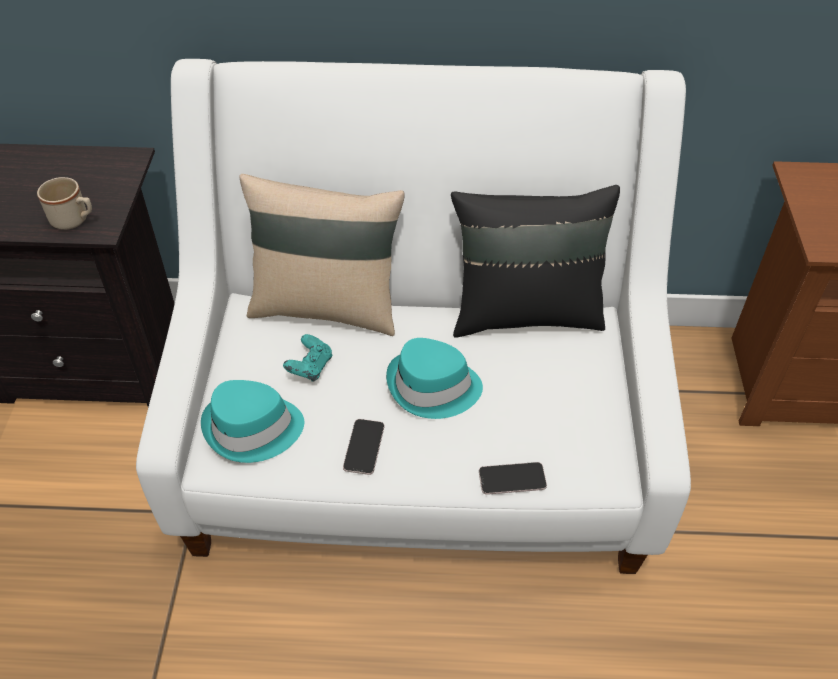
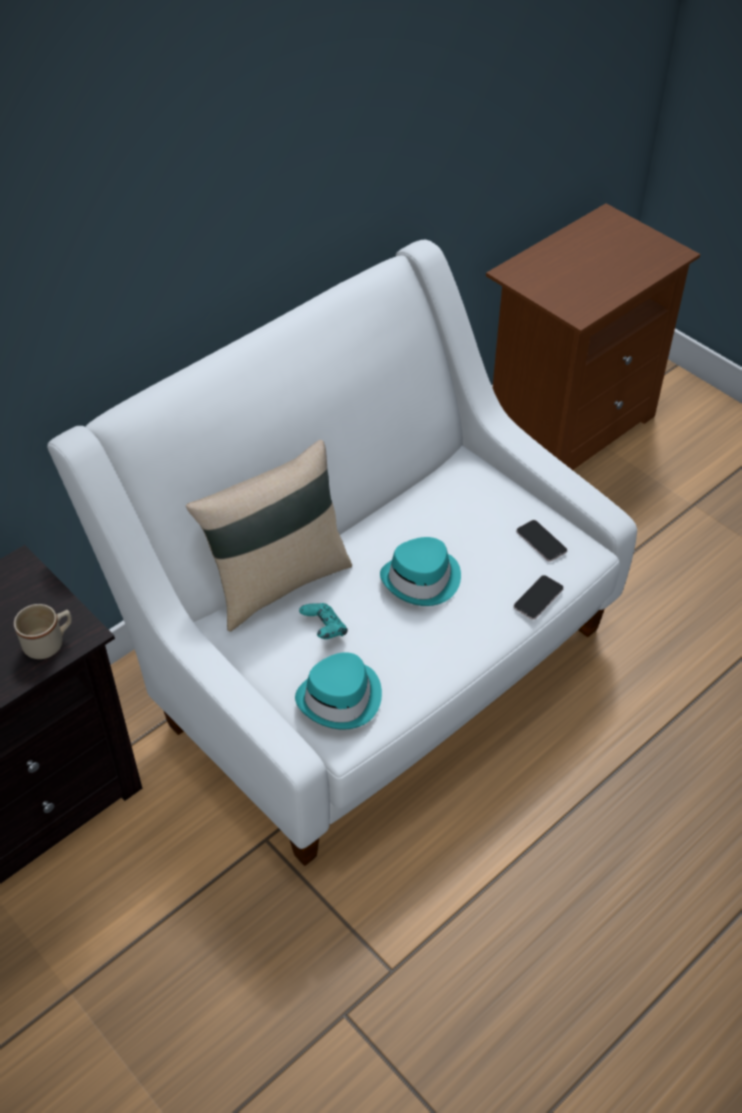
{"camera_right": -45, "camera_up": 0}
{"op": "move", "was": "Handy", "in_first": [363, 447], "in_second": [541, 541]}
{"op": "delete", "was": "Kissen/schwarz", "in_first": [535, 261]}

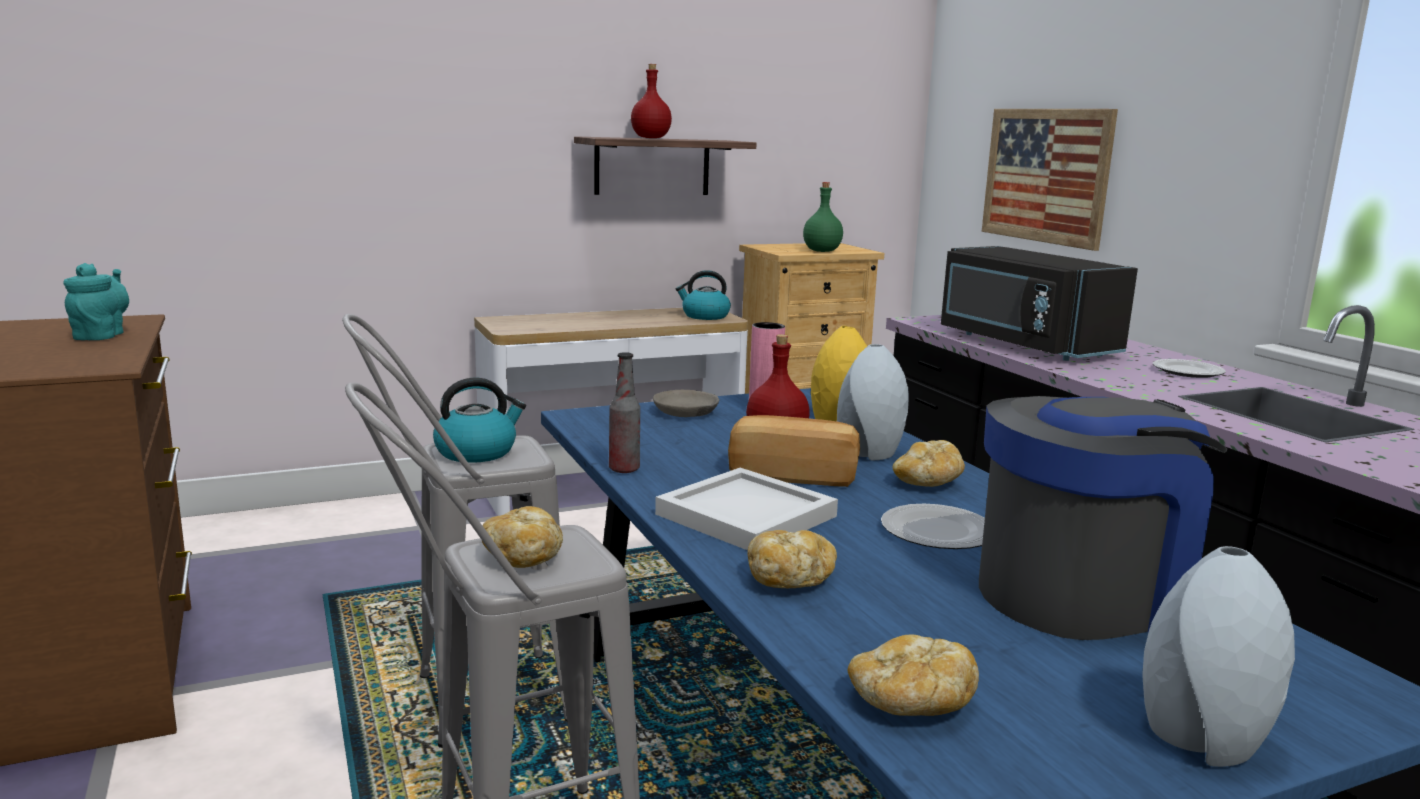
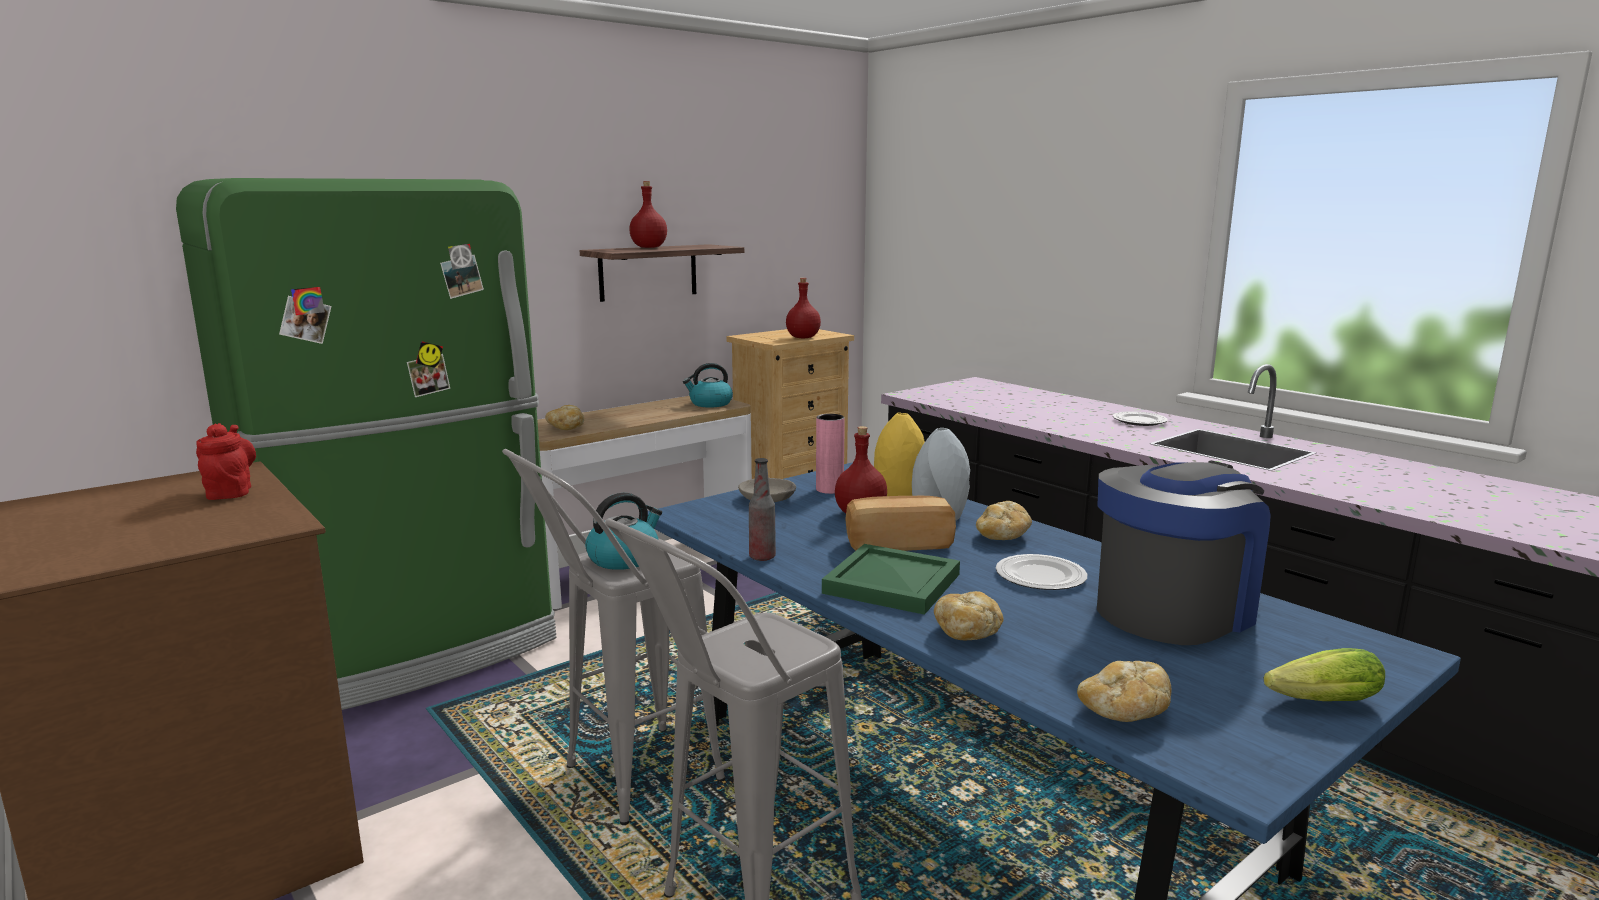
{"camera_right": -15, "camera_up": 0}
{"op": "recolor", "was": "Teekanne/türkis", "now": "Teekanne/rot", "in_first": [96, 301], "in_second": [226, 461]}
{"op": "move", "was": "Brot", "in_first": [522, 537], "in_second": [564, 417]}
{"op": "recolor", "was": "Tablett/weiß", "now": "Tablett/grün", "in_first": [746, 509], "in_second": [891, 579]}
{"op": "recolor", "was": "Flasche/grün", "now": "Flasche/rot", "in_first": [823, 217], "in_second": [803, 308]}
{"op": "delete", "was": "Mikrowelle/schwarz", "in_first": [1039, 303]}
{"op": "delete", "was": "Bild", "in_first": [1050, 180]}
{"op": "replace", "was": "Vase/grau", "now": "Salatkopf", "in_first": [1218, 656], "in_second": [1324, 674]}
{"op": "insert", "now": "Kühlschrank/grün", "in_second": [366, 444]}

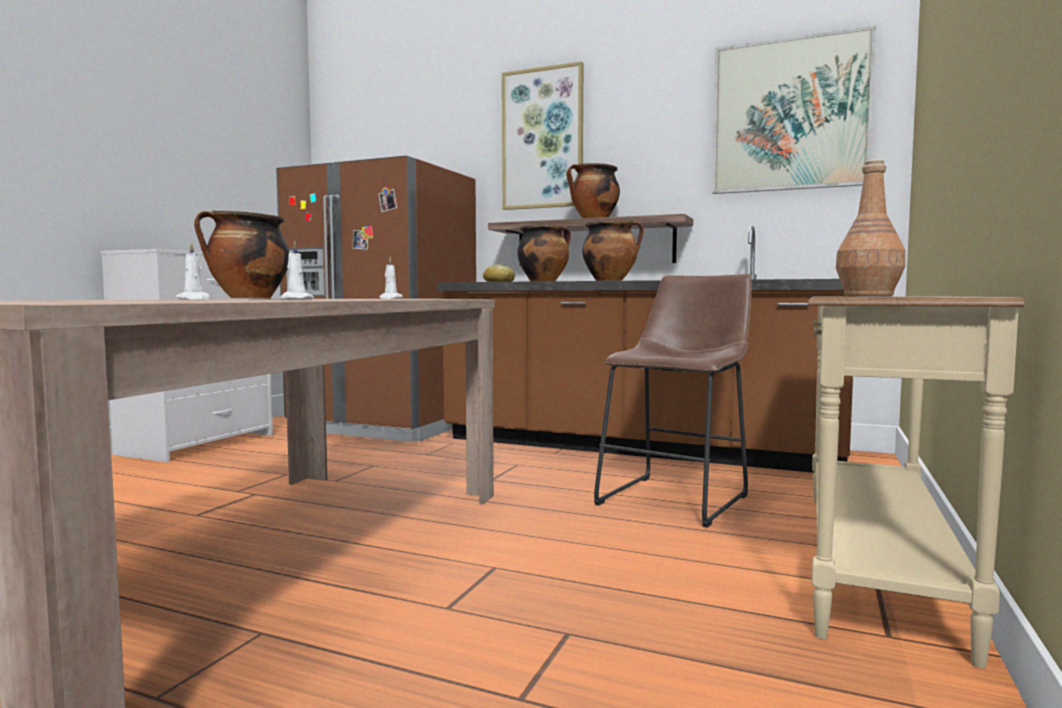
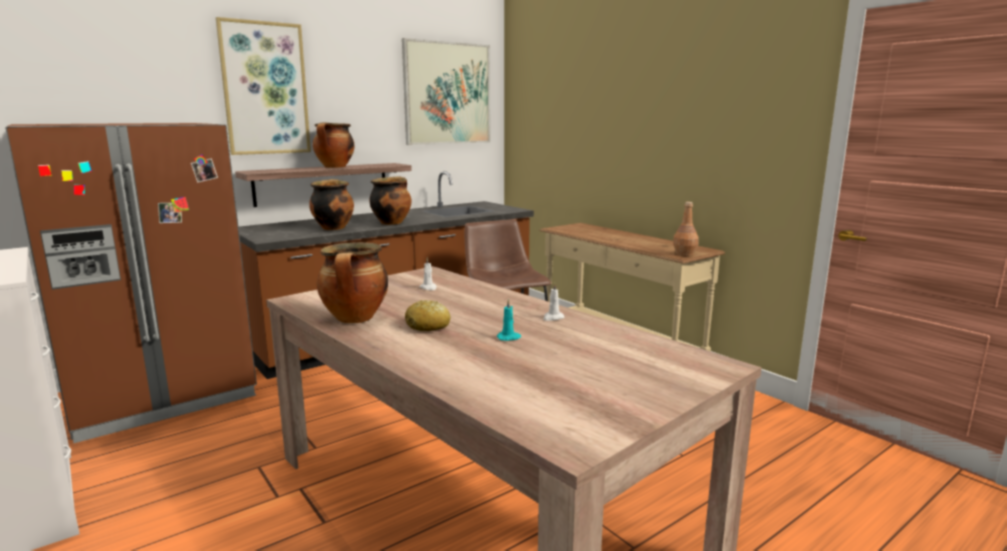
{"camera_right": -60, "camera_up": 10}
{"op": "recolor", "was": "Kerze/weiß", "now": "Kerze/türkis", "in_first": [193, 271], "in_second": [509, 320]}
{"op": "move", "was": "Brot", "in_first": [499, 273], "in_second": [427, 315]}

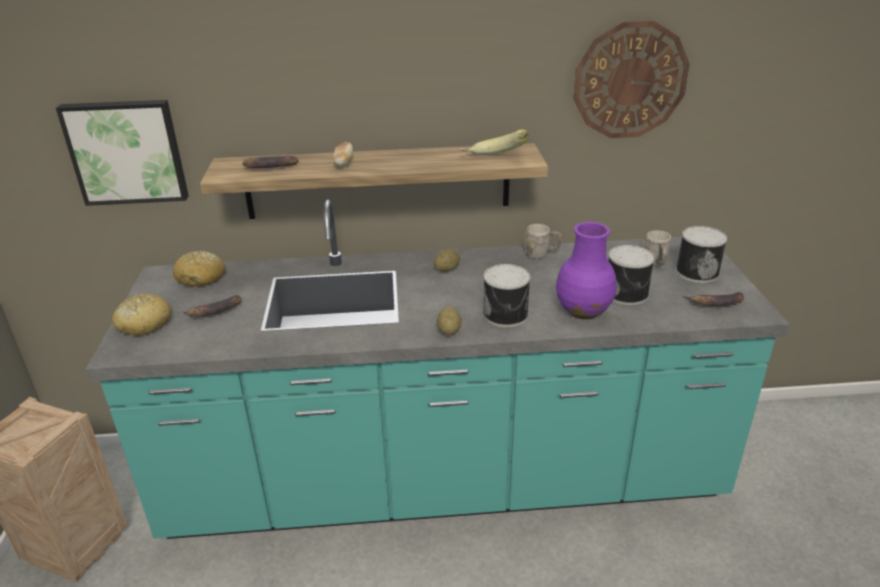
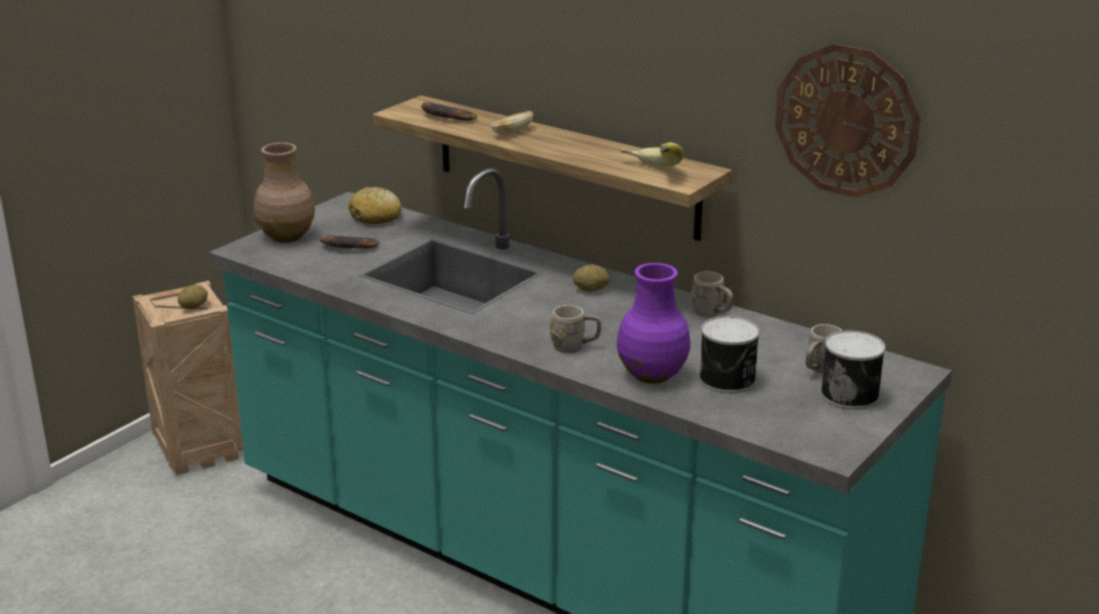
{"camera_right": 40, "camera_up": -5}
{"op": "delete", "was": "Bild", "in_first": [122, 153]}
{"op": "replace", "was": "Brot", "now": "Vase/braun", "in_first": [141, 315], "in_second": [284, 193]}
{"op": "move", "was": "Kartoffel", "in_first": [449, 321], "in_second": [193, 296]}
{"op": "replace", "was": "Dose", "now": "Henkelbecher/grau", "in_first": [507, 295], "in_second": [575, 329]}
{"op": "delete", "was": "Banane", "in_first": [713, 299]}

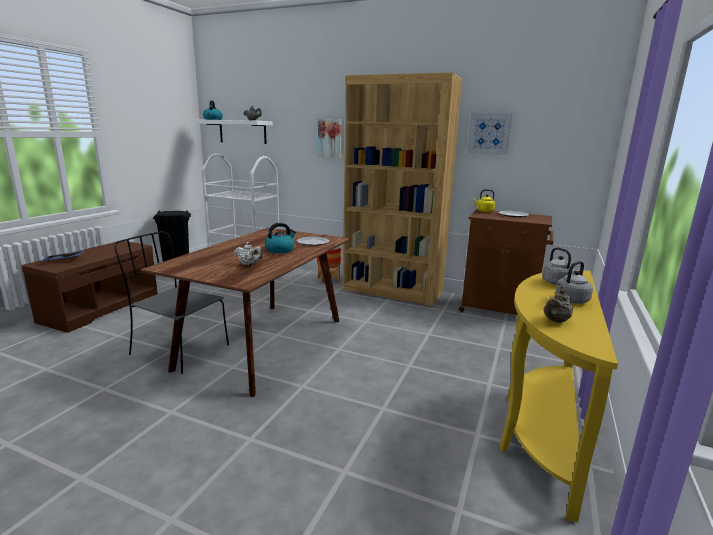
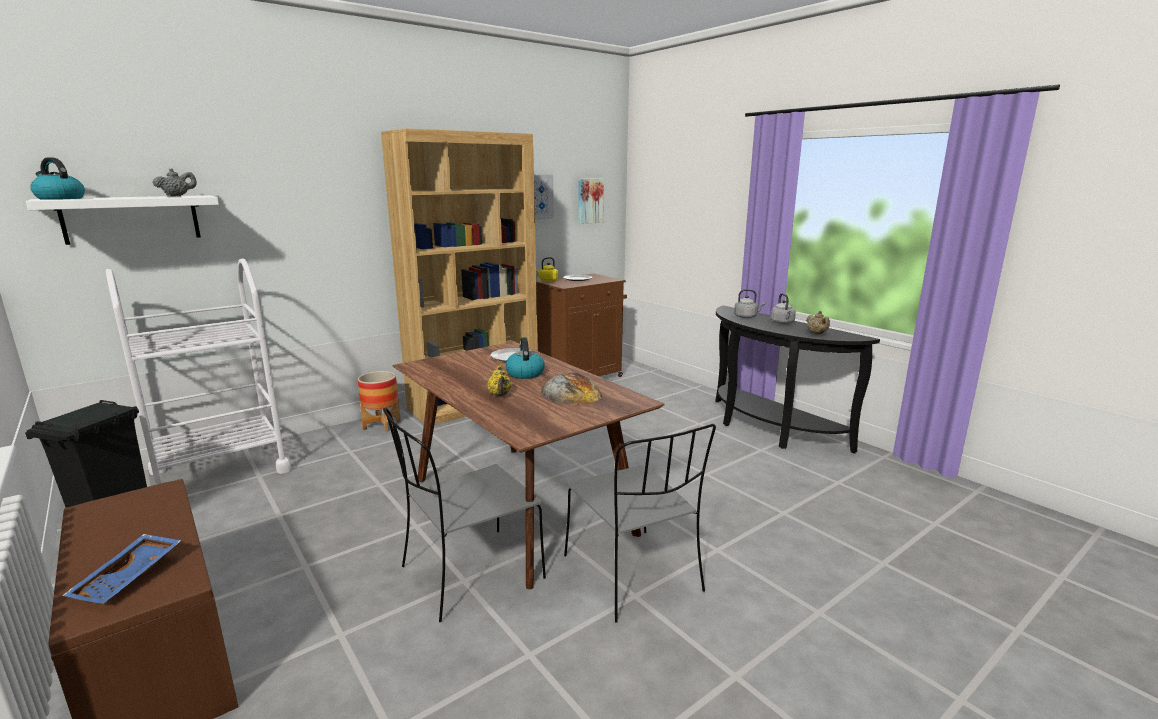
{"camera_right": -60, "camera_up": 0}
{"op": "replace", "was": "Teekanne/weiß", "now": "Brot", "in_first": [248, 253], "in_second": [571, 388]}
{"op": "move", "was": "Bild", "in_first": [329, 138], "in_second": [591, 201]}
{"op": "recolor", "was": "Konsolentisch/gelb", "now": "Konsolentisch/schwarz", "in_first": [558, 396], "in_second": [797, 379]}
{"op": "insert", "now": "Teekanne/gelb", "in_second": [499, 381]}
{"op": "insert", "now": "Stuhl/grau", "in_second": [640, 523]}

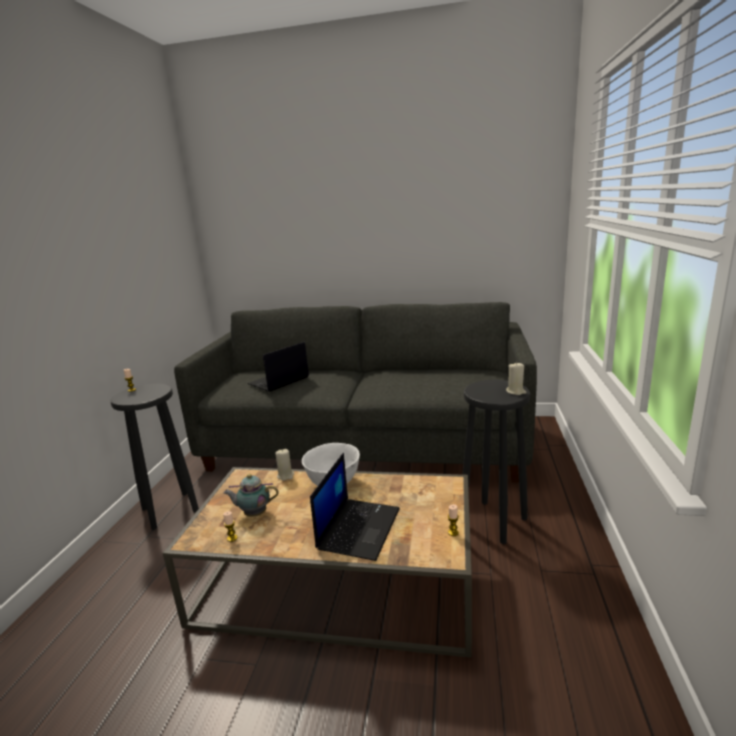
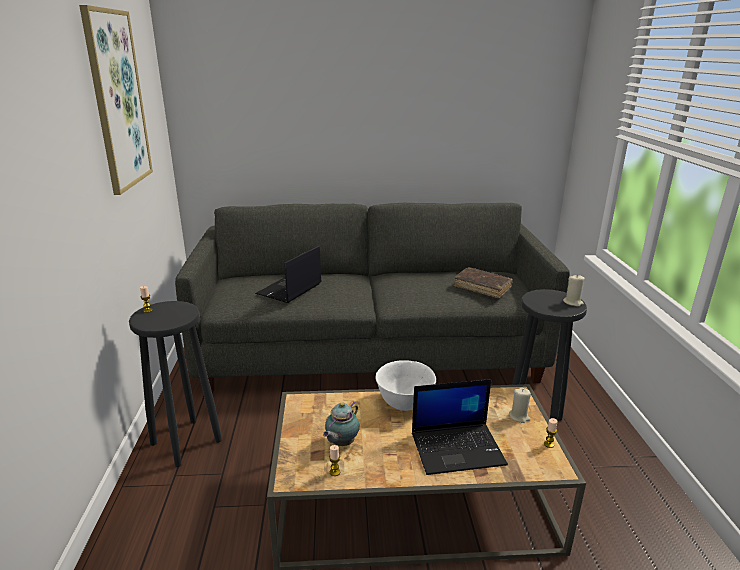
{"camera_right": -15, "camera_up": 5}
{"op": "rotate", "was": "Teekanne", "in_first": [251, 495], "in_second": [341, 424], "clockwise": -45}
{"op": "move", "was": "Kerze/beige", "in_first": [284, 465], "in_second": [520, 405]}
{"op": "rotate", "was": "Laptop", "in_first": [355, 507], "in_second": [460, 427], "clockwise": 75}
{"op": "insert", "now": "Bild", "in_second": [116, 100]}
{"op": "insert", "now": "Buch/braun", "in_second": [483, 283]}

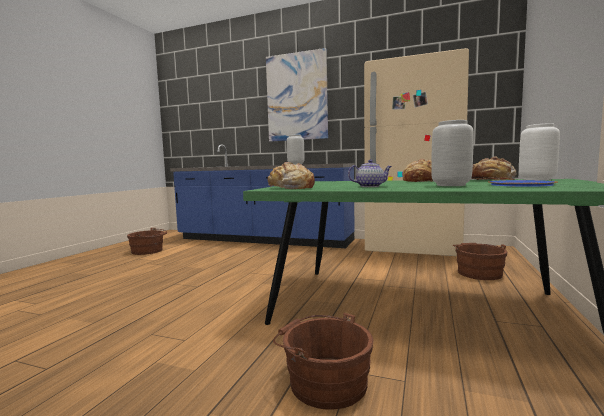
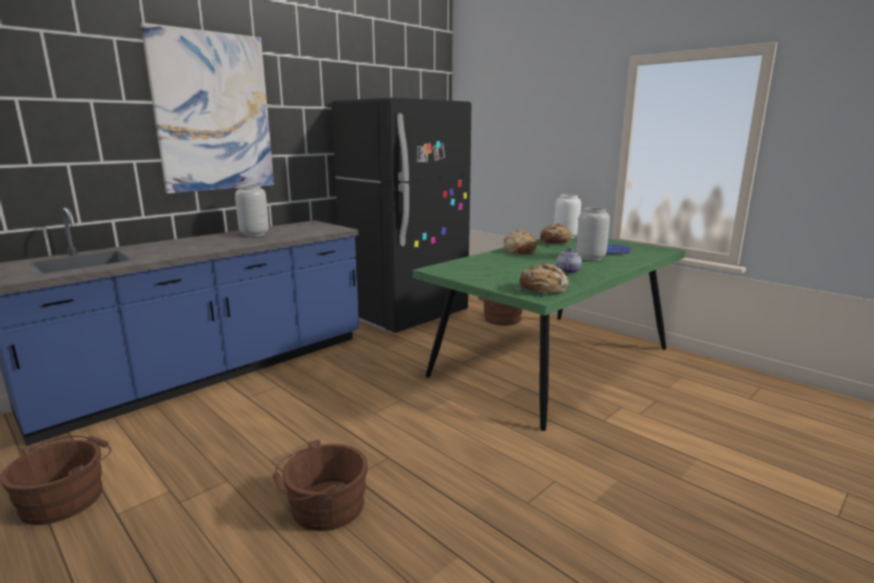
{"camera_right": -65, "camera_up": 10}
{"op": "move", "was": "Eimer/braun", "in_first": [323, 361], "in_second": [320, 485]}
{"op": "recolor", "was": "Kühlschrank/beige", "now": "Kühlschrank/schwarz", "in_first": [416, 152], "in_second": [401, 215]}

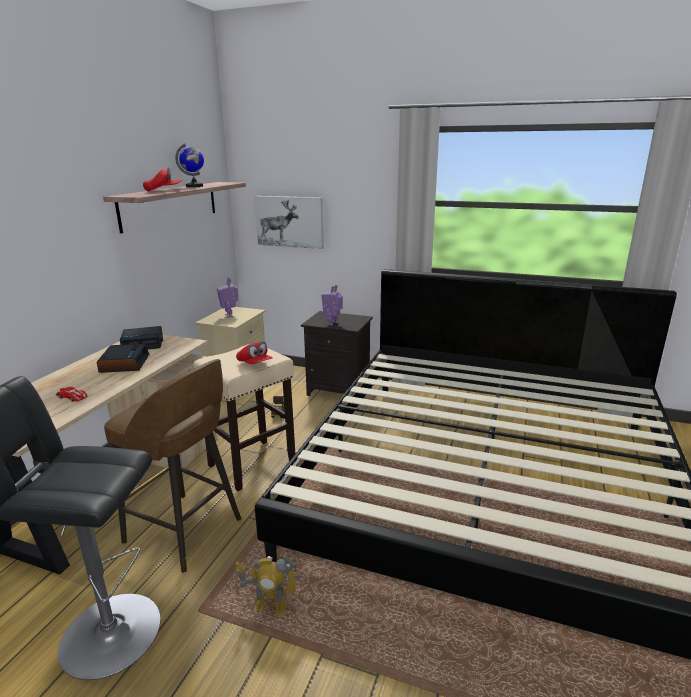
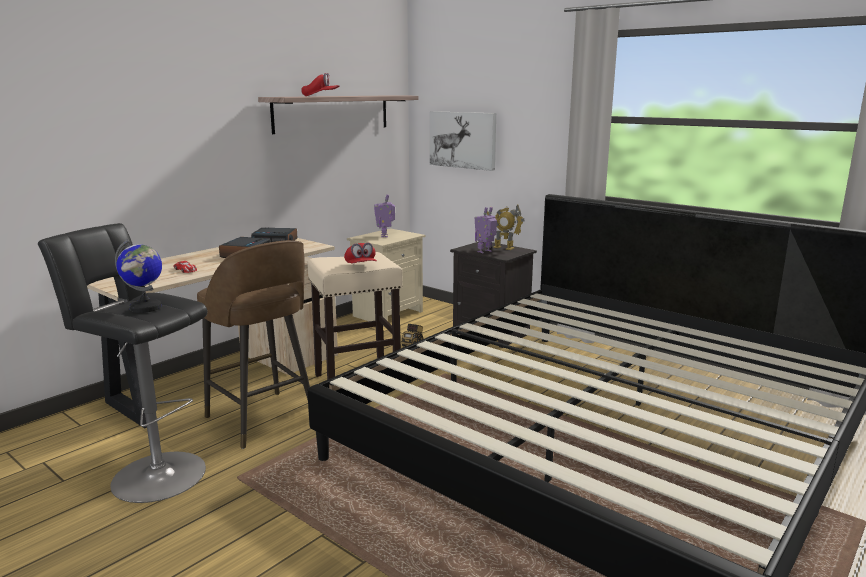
{"camera_right": 20, "camera_up": -5}
{"op": "move", "was": "Globus", "in_first": [189, 165], "in_second": [138, 276]}
{"op": "move", "was": "Spielzeugroboter", "in_first": [267, 585], "in_second": [506, 227]}

